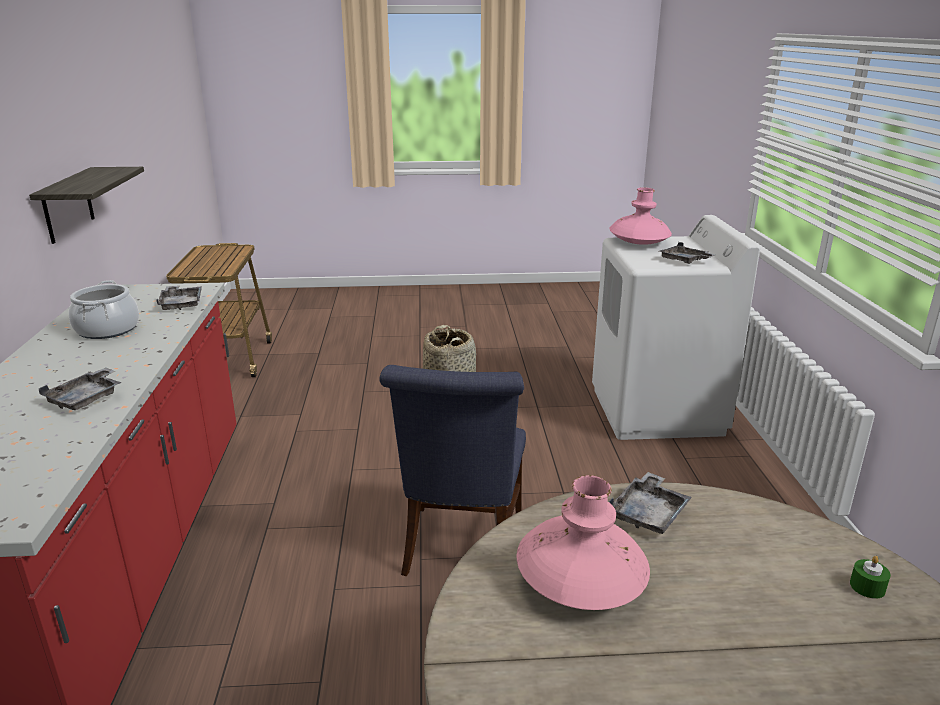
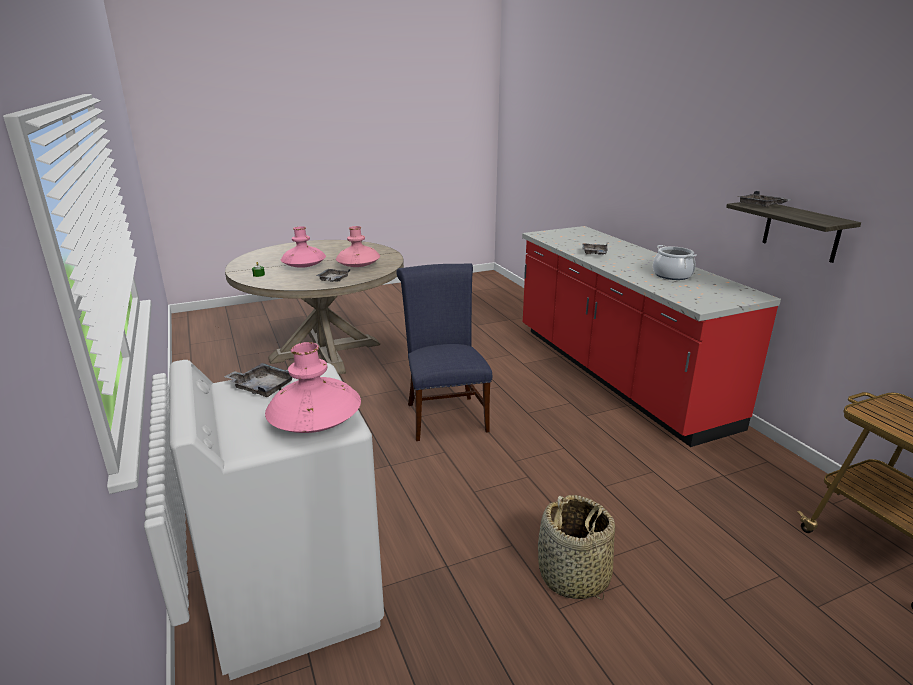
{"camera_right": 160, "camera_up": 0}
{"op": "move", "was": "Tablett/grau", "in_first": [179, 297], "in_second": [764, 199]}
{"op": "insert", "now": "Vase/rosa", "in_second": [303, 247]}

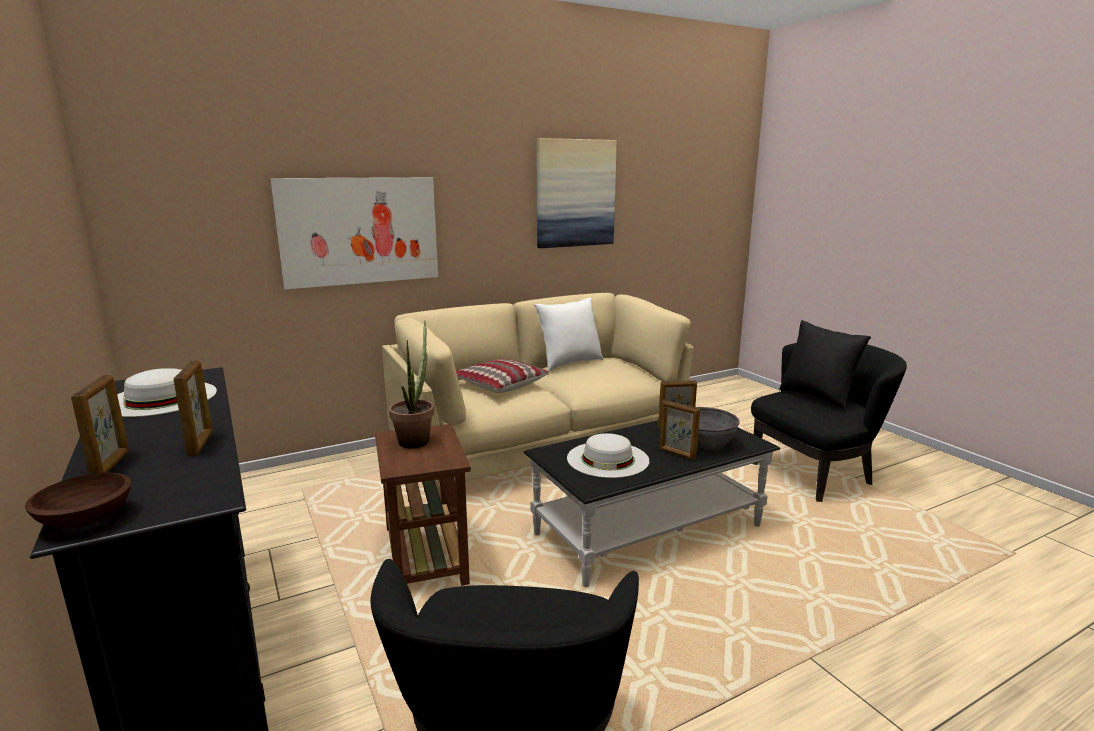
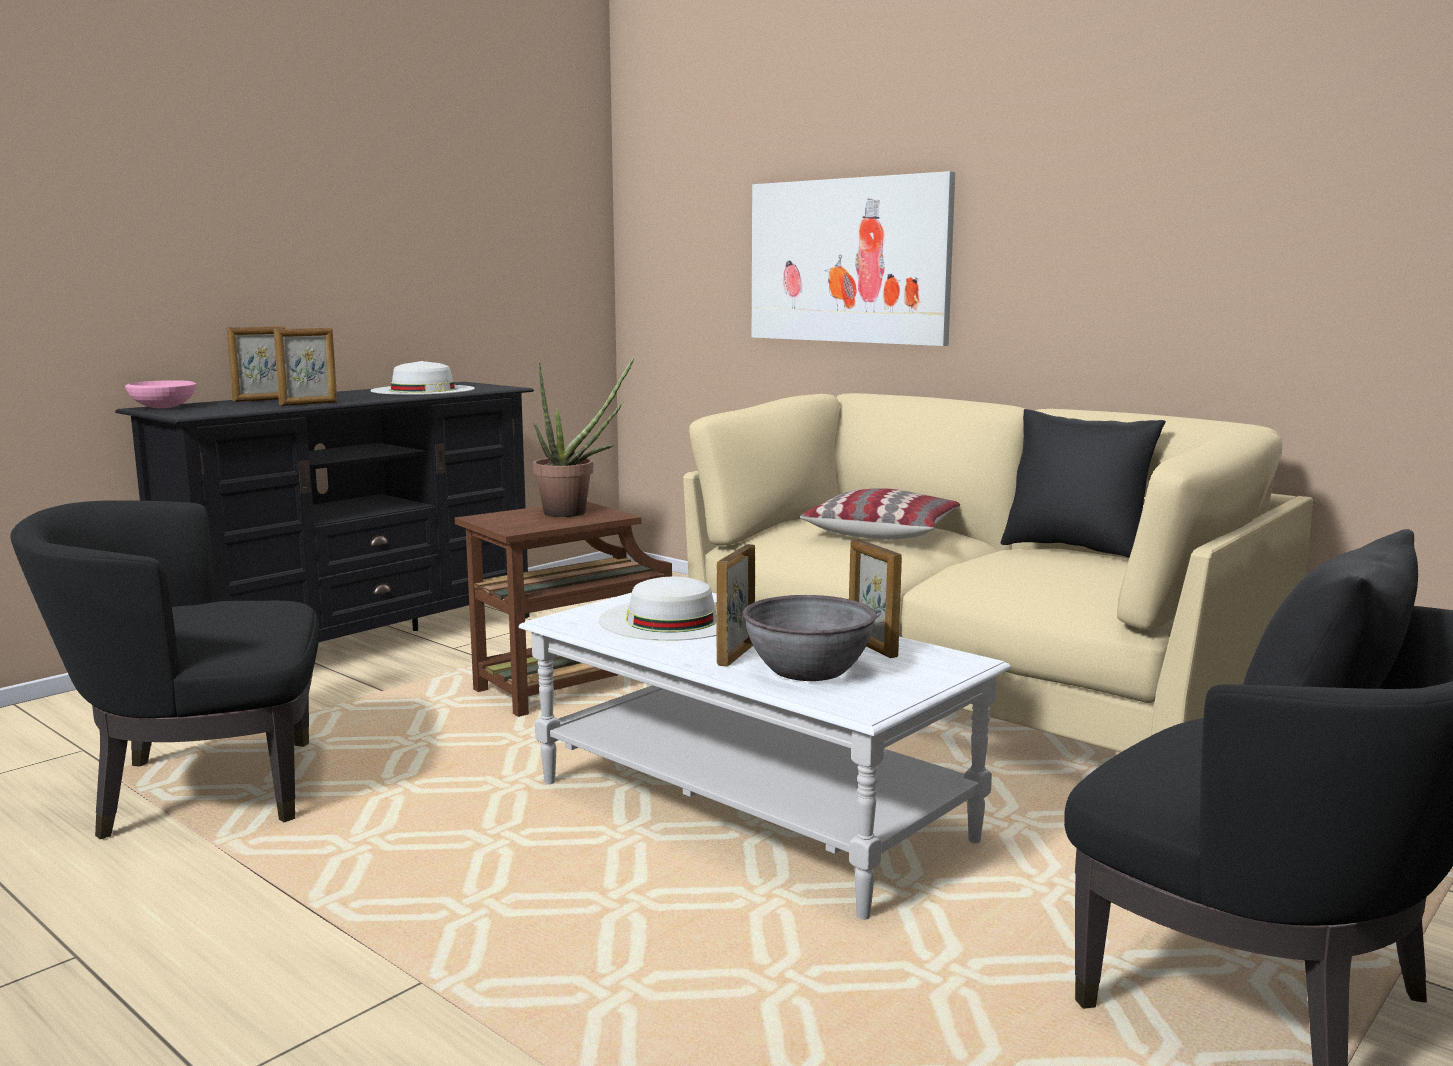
{"camera_right": 70, "camera_up": -5}
{"op": "recolor", "was": "Schüssel/braun", "now": "Schüssel/rosa", "in_first": [78, 500], "in_second": [160, 394]}
{"op": "recolor", "was": "Couchtisch/schwarz", "now": "Couchtisch/weiß", "in_first": [652, 503], "in_second": [764, 756]}
{"op": "recolor", "was": "Kissen/weiß", "now": "Kissen/schwarz", "in_first": [569, 335], "in_second": [1083, 483]}
{"op": "delete", "was": "Bild", "in_first": [577, 193]}

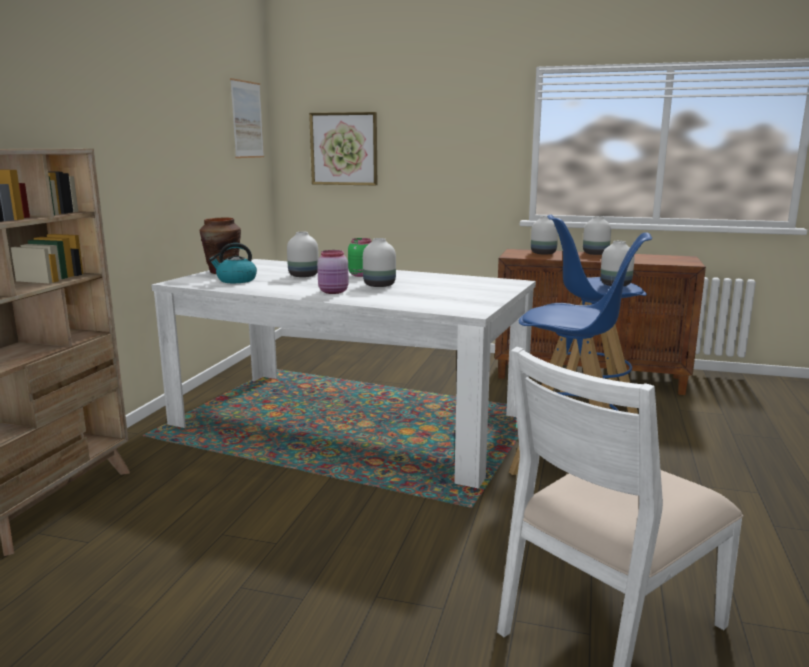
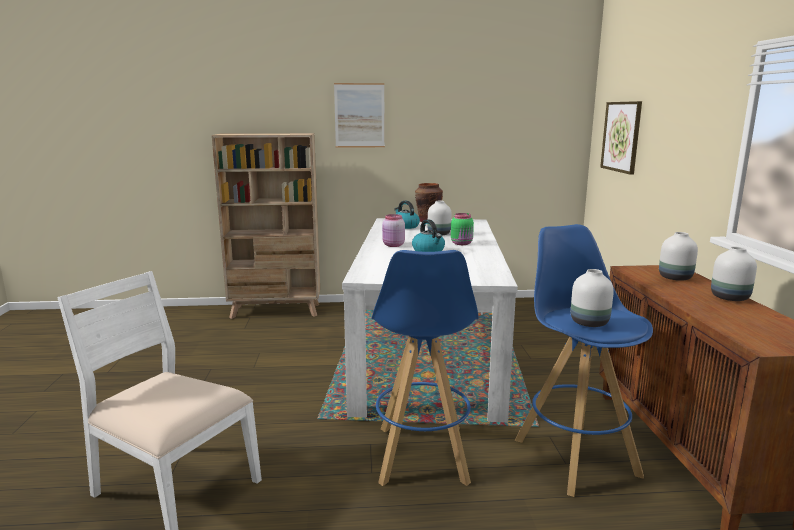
{"camera_right": 70, "camera_up": 0}
{"op": "move", "was": "Bild", "in_first": [247, 118], "in_second": [359, 115]}
{"op": "replace", "was": "Vase/weiß", "now": "Wasserkessel", "in_first": [379, 262], "in_second": [428, 235]}

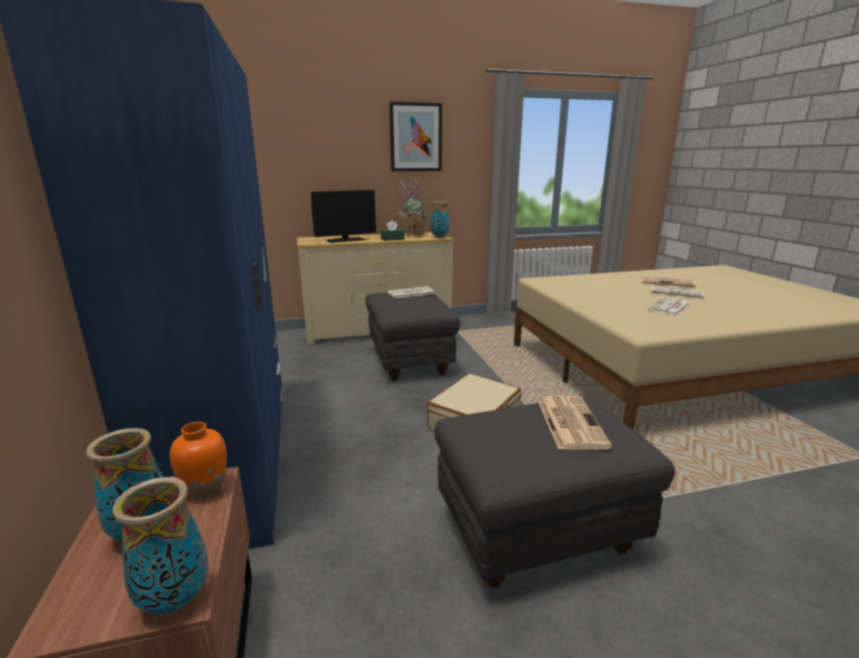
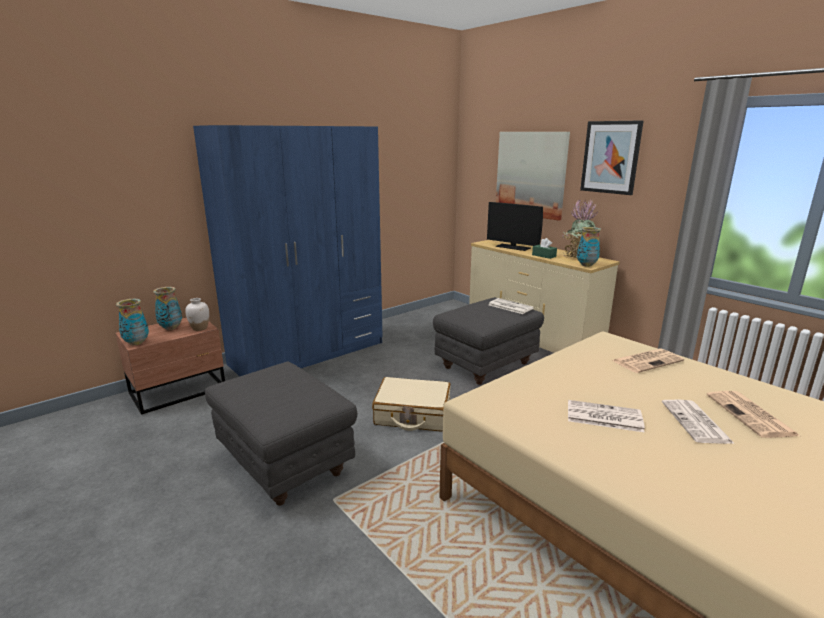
{"camera_right": 65, "camera_up": 0}
{"op": "recolor", "was": "Vase/orange", "now": "Vase/weiß", "in_first": [198, 460], "in_second": [197, 314]}
{"op": "move", "was": "Zeitung", "in_first": [575, 423], "in_second": [648, 360]}
{"op": "insert", "now": "Bild", "in_second": [533, 176]}

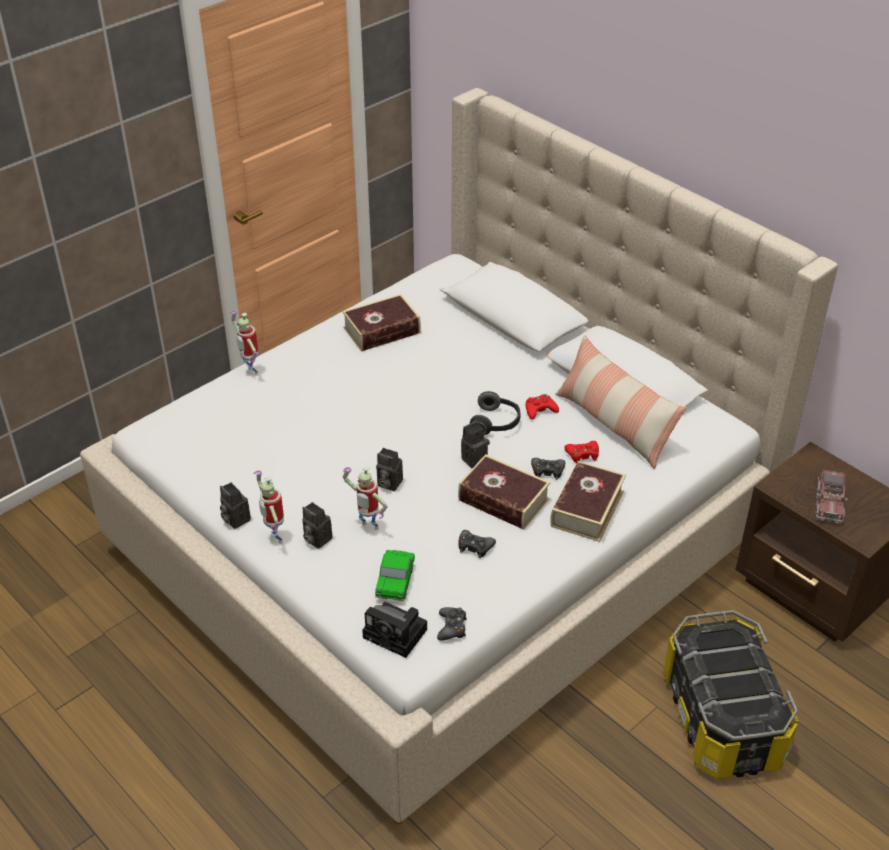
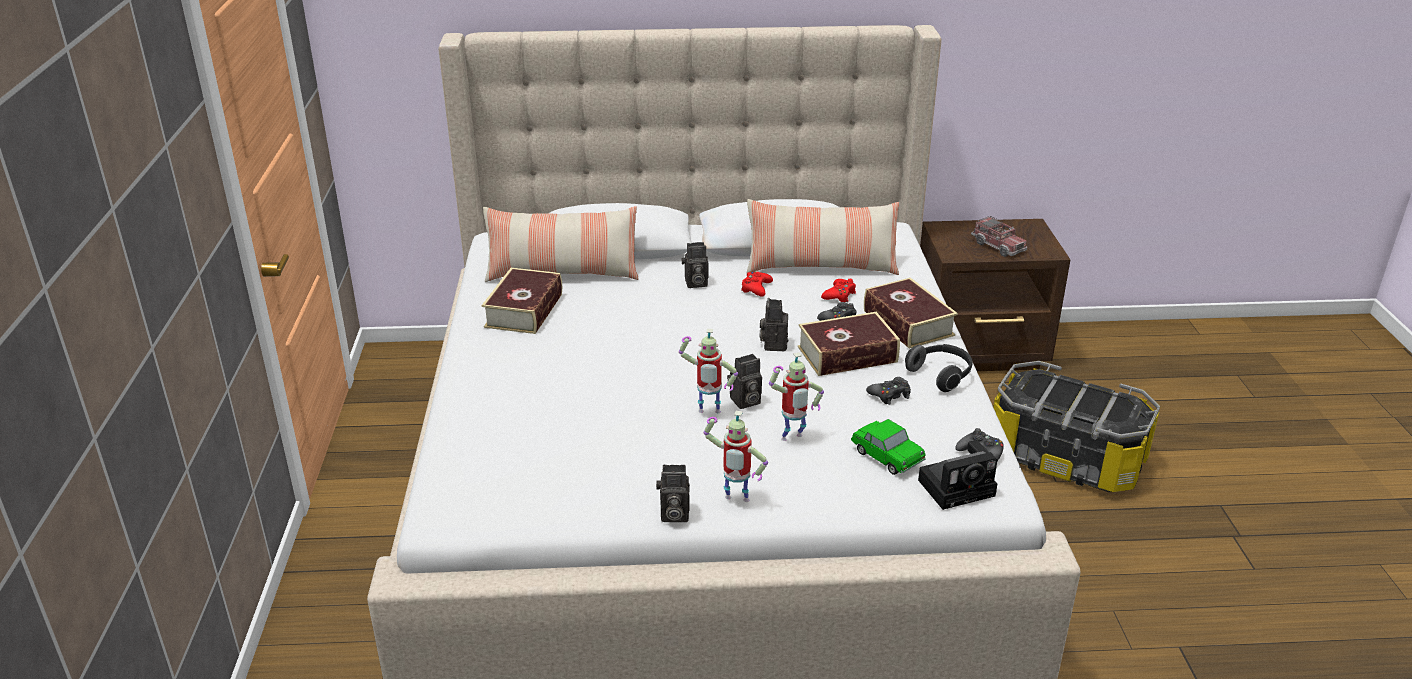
{"camera_right": -50, "camera_up": -10}
{"op": "move", "was": "Spielzeugroboter", "in_first": [244, 343], "in_second": [708, 371]}
{"op": "move", "was": "Kamera", "in_first": [317, 525], "in_second": [695, 265]}
{"op": "move", "was": "Kopfhörer", "in_first": [495, 413], "in_second": [938, 368]}
{"op": "insert", "now": "Kissen", "in_second": [561, 244]}

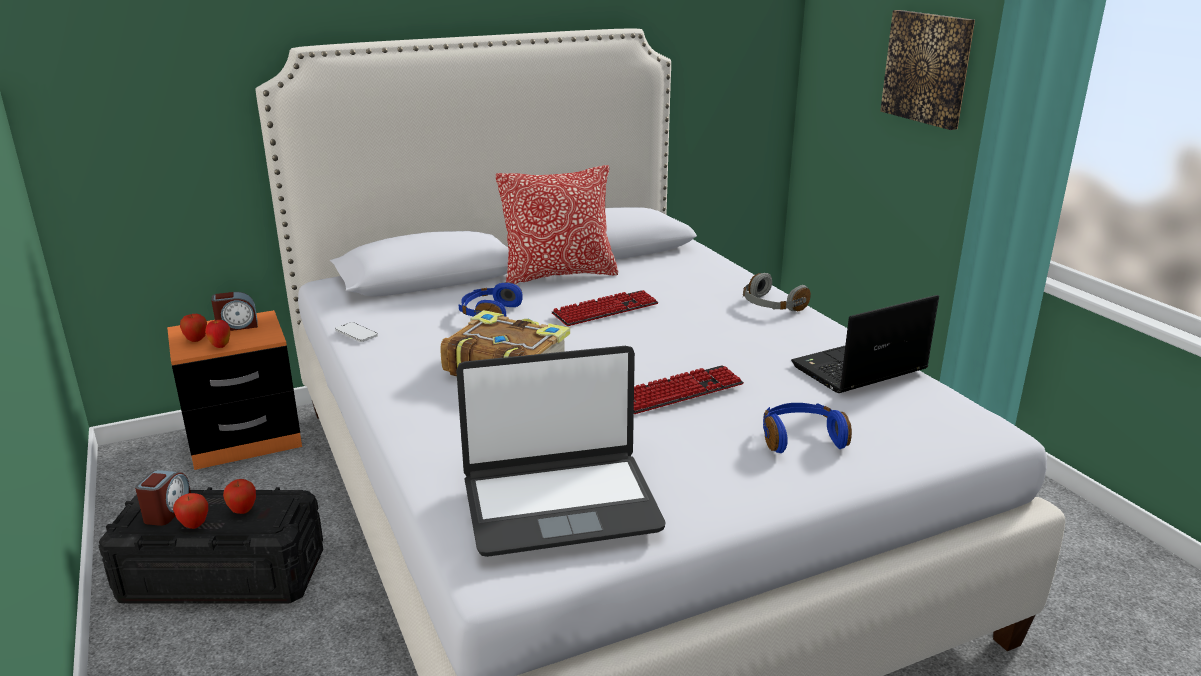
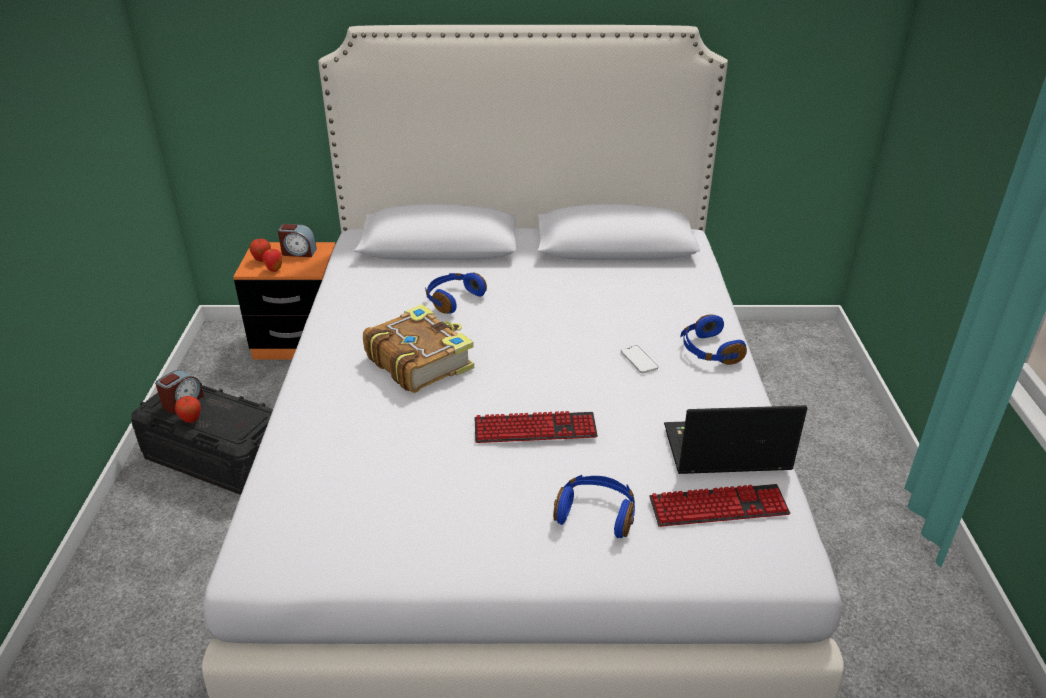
{"camera_right": 25, "camera_up": 10}
{"op": "delete", "was": "Apfel", "in_first": [239, 496]}
{"op": "move", "was": "Handy", "in_first": [356, 332], "in_second": [639, 359]}
{"op": "delete", "was": "Laptop", "in_first": [561, 451]}
{"op": "delete", "was": "Kissen", "in_first": [557, 224]}
{"op": "move", "was": "Tastatur", "in_first": [605, 308], "in_second": [719, 505]}
{"op": "recolor", "was": "Kopfhörer/grau", "now": "Kopfhörer/blau", "in_first": [777, 292], "in_second": [713, 339]}
{"op": "delete", "was": "Bild", "in_first": [927, 70]}

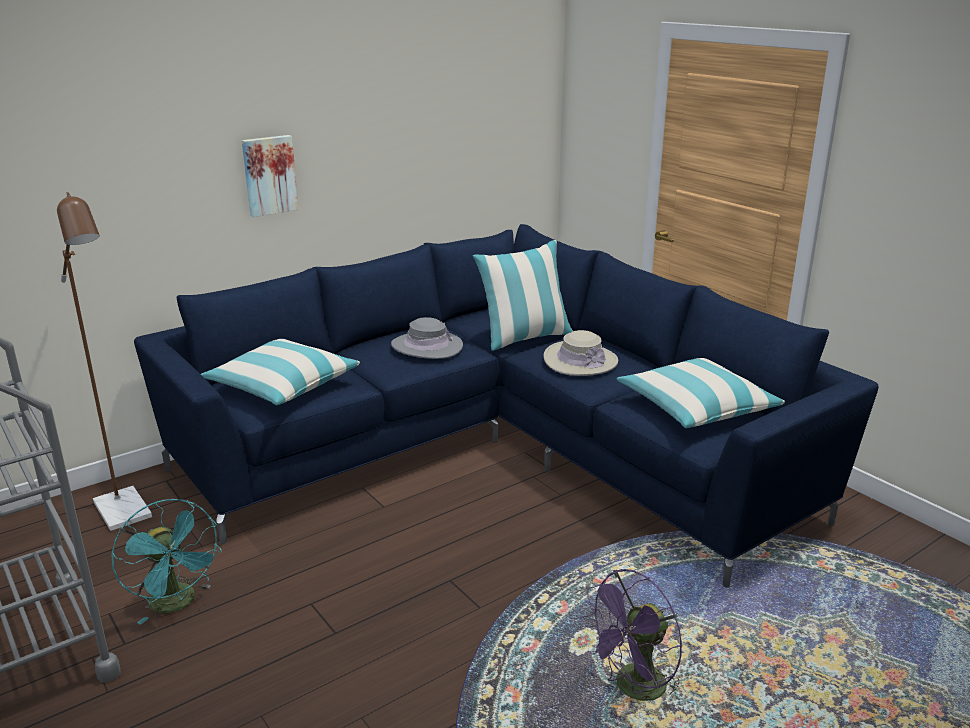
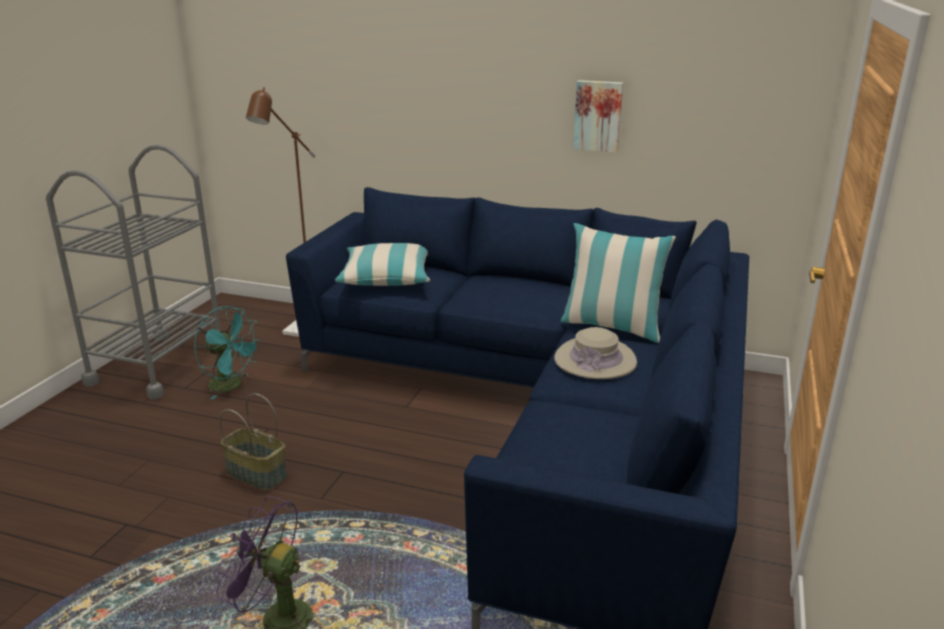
{"camera_right": 55, "camera_up": 0}
{"op": "rotate", "was": "Ventilator/türkis", "in_first": [166, 562], "in_second": [228, 352], "clockwise": -75}
{"op": "move", "was": "Bild", "in_first": [270, 176], "in_second": [598, 116]}
{"op": "delete", "was": "Hut/grau", "in_first": [427, 338]}
{"op": "delete", "was": "Kissen", "in_first": [701, 393]}
{"op": "insert", "now": "Korb", "in_second": [253, 442]}

